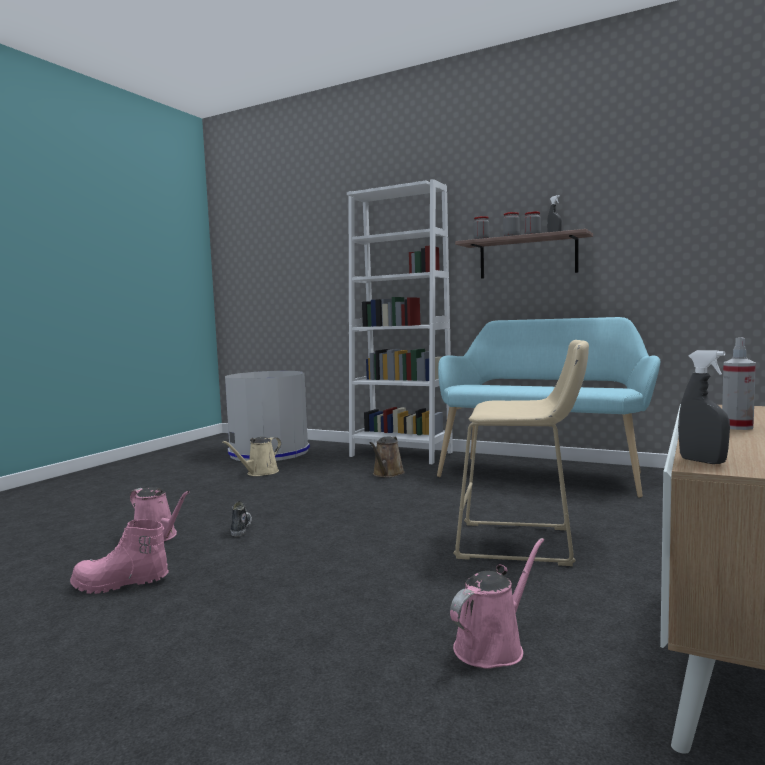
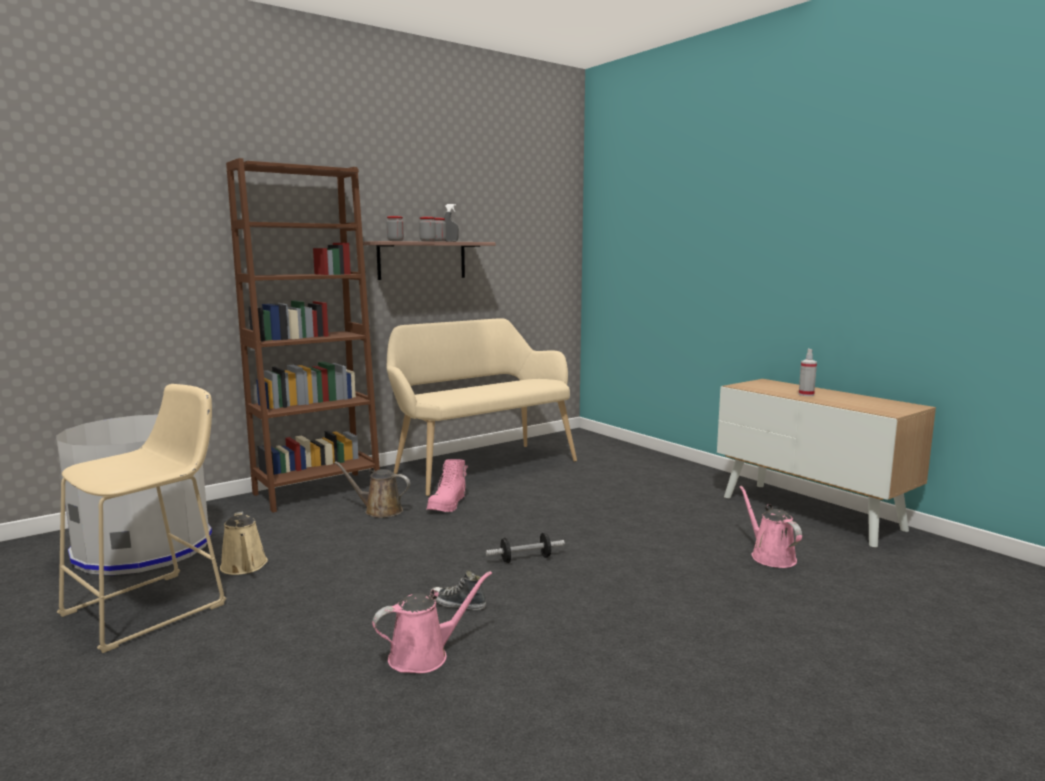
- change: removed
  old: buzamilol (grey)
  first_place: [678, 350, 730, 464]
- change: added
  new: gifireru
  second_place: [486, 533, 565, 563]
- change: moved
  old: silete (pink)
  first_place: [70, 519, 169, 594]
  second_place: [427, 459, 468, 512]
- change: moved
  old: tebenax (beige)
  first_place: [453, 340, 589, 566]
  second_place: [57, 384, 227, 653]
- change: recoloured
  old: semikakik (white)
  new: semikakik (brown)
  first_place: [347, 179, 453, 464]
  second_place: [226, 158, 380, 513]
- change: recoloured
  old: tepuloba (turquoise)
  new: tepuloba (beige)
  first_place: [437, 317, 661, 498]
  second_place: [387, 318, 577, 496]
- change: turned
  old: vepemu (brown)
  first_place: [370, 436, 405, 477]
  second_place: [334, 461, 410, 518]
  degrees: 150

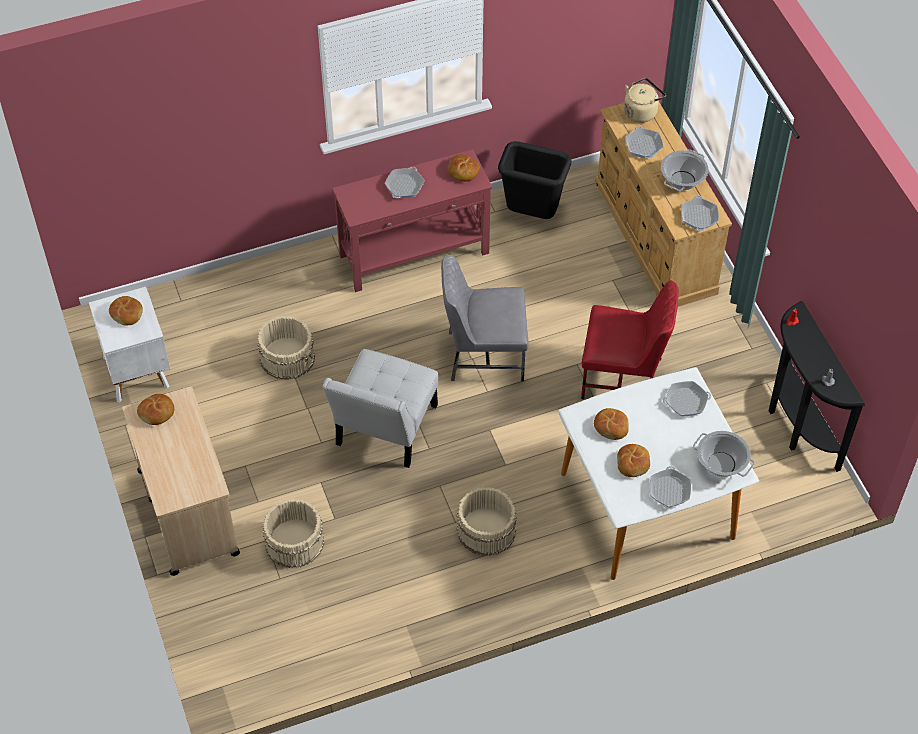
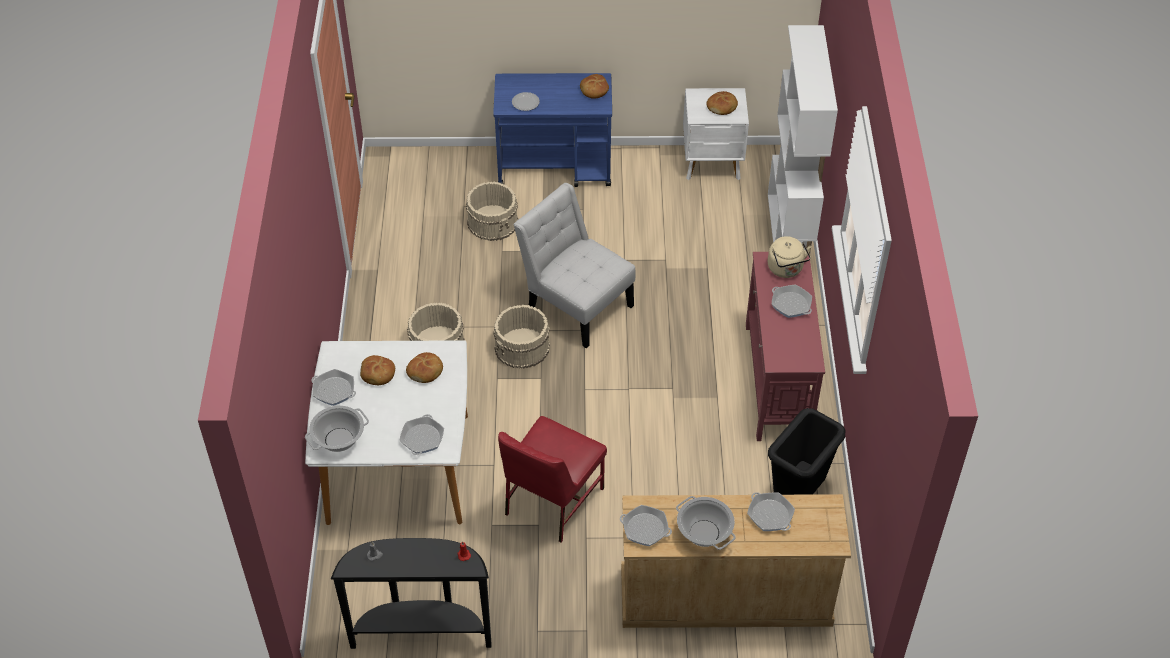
- change: removed
  old: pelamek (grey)
  first_place: [441, 255, 529, 382]
- change: removed
  old: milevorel
  first_place: [448, 154, 480, 181]
- change: added
  new: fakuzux
  second_place: [512, 92, 540, 111]
- change: added
  new: semikakik (white)
  second_place: [768, 25, 838, 254]
- change: moved
  old: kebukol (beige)
  first_place: [257, 316, 315, 380]
  second_place: [493, 305, 550, 369]
- change: moved
  old: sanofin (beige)
  first_place: [624, 78, 666, 123]
  second_place: [768, 236, 812, 278]
- change: recoloured
  old: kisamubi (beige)
  new: kisamubi (blue)
  first_place: [122, 386, 240, 576]
  second_place: [493, 73, 612, 187]
- change: turned
  old: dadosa
  first_place: [625, 126, 664, 159]
  second_place: [747, 492, 795, 531]
  degrees: -135

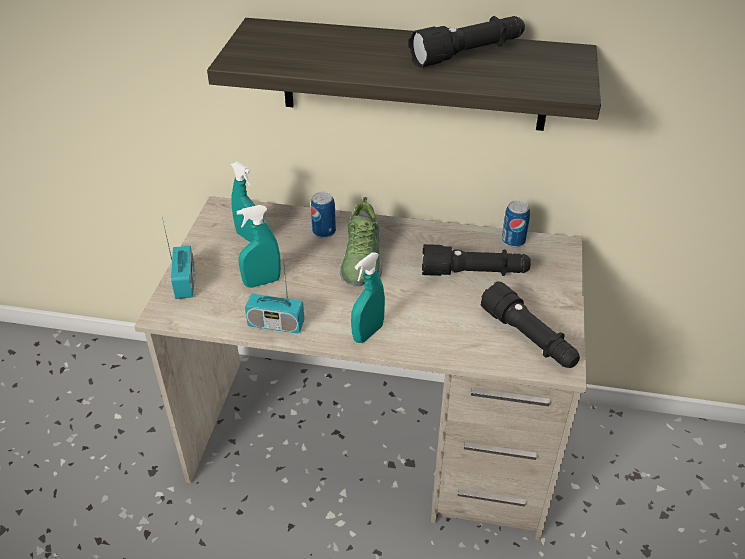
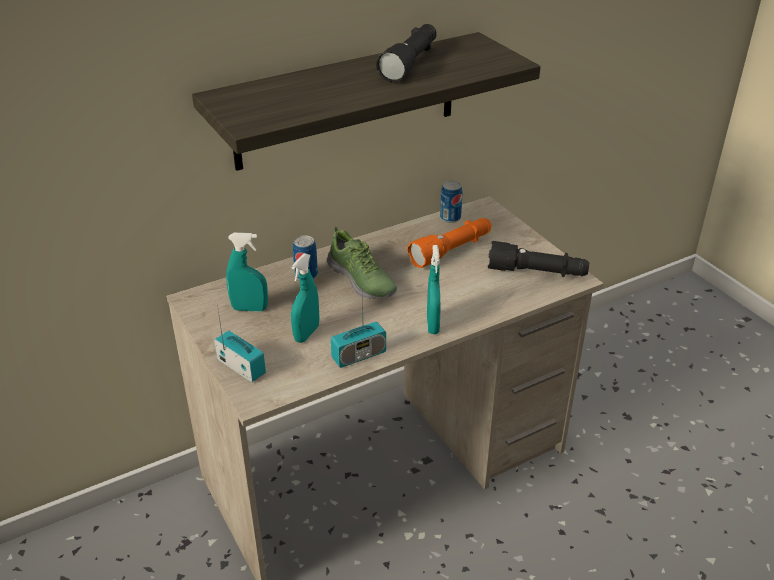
- change: recoloured
  old: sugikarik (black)
  new: sugikarik (orange)
  first_place: [422, 244, 531, 276]
  second_place: [407, 218, 492, 268]

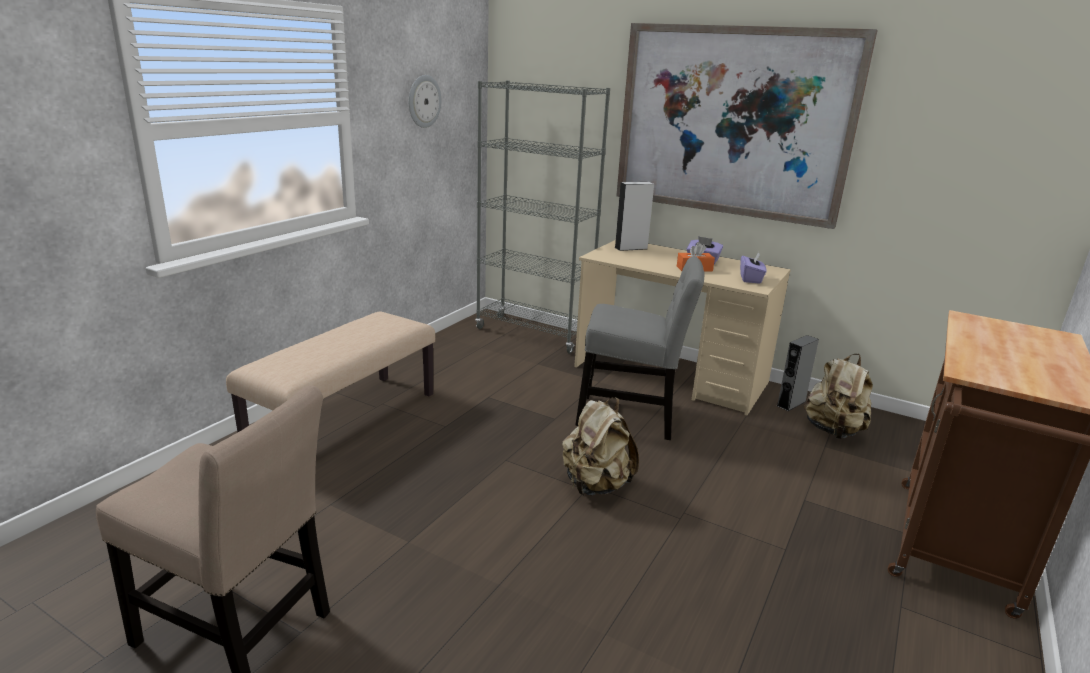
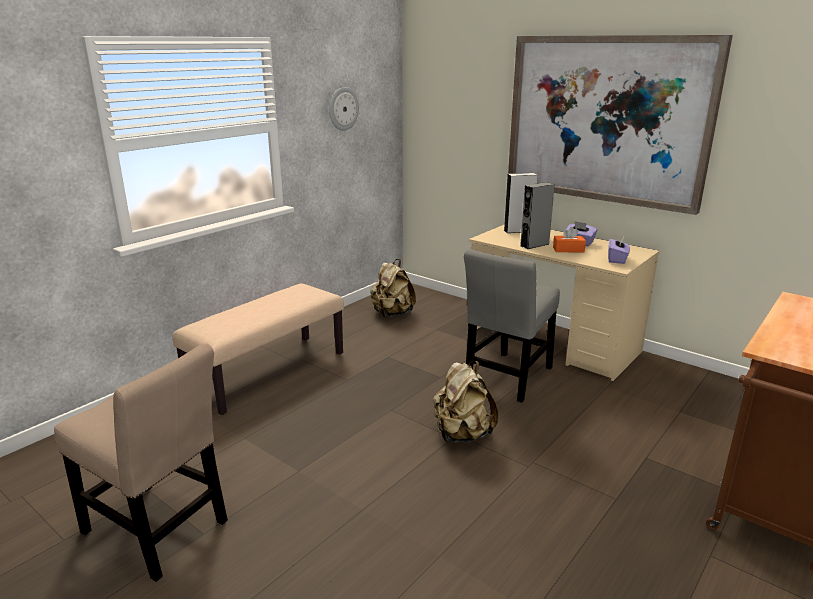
- change: removed
  old: semikakik (grey)
  first_place: [475, 80, 610, 354]
- change: moved
  old: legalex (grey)
  first_place: [777, 335, 819, 411]
  second_place: [520, 182, 555, 249]
- change: moved
  old: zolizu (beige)
  first_place: [804, 354, 873, 439]
  second_place: [370, 259, 416, 317]
- change: turned
  old: pelamek (grey)
  first_place: [576, 256, 705, 440]
  second_place: [464, 249, 560, 403]
  degrees: 105

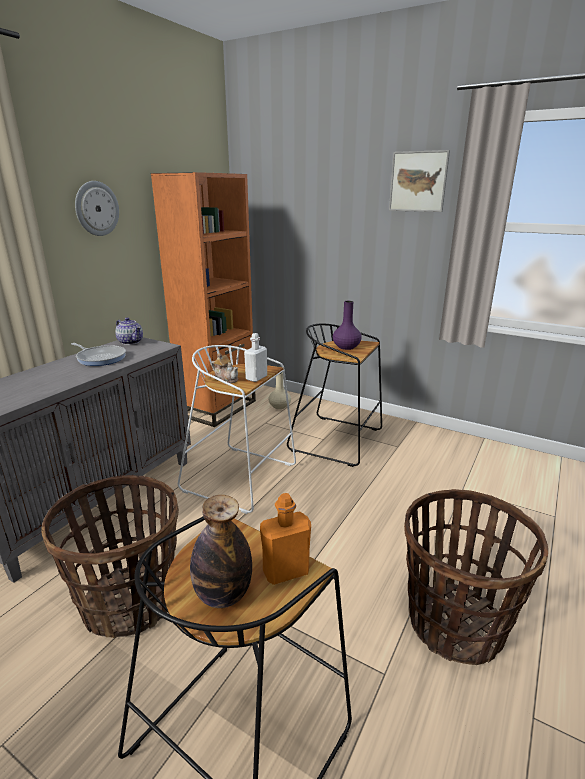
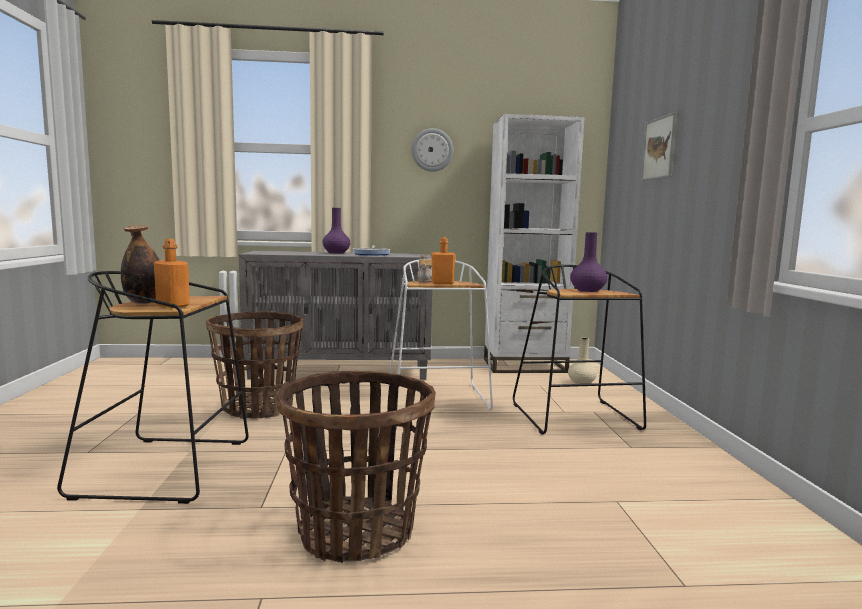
- change: removed
  old: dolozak
  first_place: [115, 317, 143, 345]
- change: added
  new: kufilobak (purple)
  second_place: [322, 208, 350, 253]
- change: moved
  old: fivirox
  first_place: [389, 150, 450, 212]
  second_place: [641, 112, 677, 181]
- change: recoloured
  old: semikakik (orange)
  new: semikakik (white)
  first_place: [151, 172, 256, 427]
  second_place: [484, 114, 585, 373]
- change: recoloured
  old: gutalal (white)
  new: gutalal (orange)
  first_place: [244, 333, 267, 382]
  second_place: [431, 237, 456, 284]

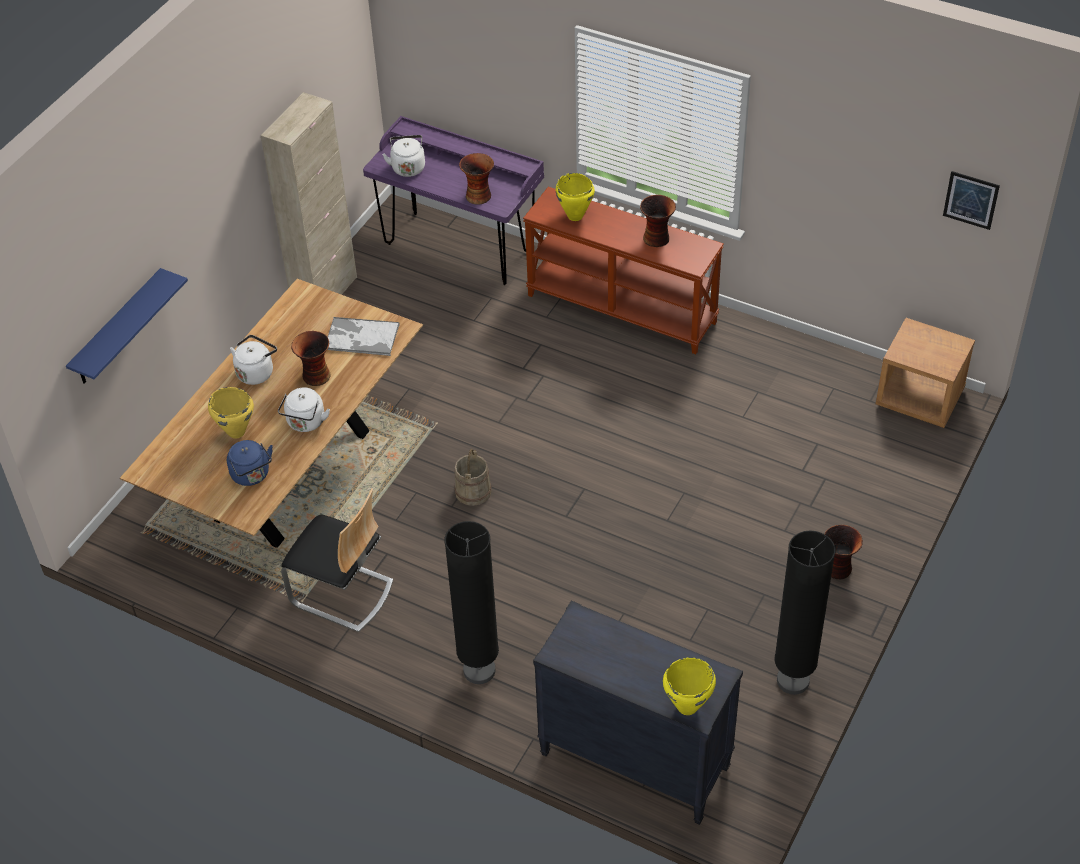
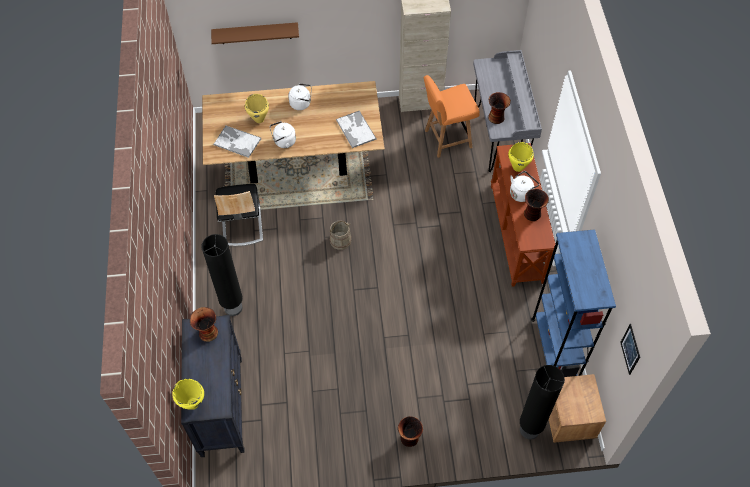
- change: added
  new: pelamek (orange)
  second_place: [424, 75, 480, 158]
- change: added
  new: semikakik (blue)
  second_place: [531, 229, 616, 377]
- change: moved
  old: kufilobak
  first_place: [291, 331, 331, 386]
  second_place: [190, 307, 218, 342]
- change: moved
  old: sanofin (white)
  first_place: [382, 135, 425, 177]
  second_place: [510, 171, 539, 202]
- change: moved
  old: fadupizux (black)
  first_place: [774, 531, 835, 695]
  second_place: [520, 365, 565, 440]
- change: replaced
  old: sanofin (blue)
  new: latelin
  first_place: [227, 440, 273, 486]
  second_place: [213, 126, 261, 158]
- change: recoloured
  old: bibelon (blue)
  new: bibelon (brown)
  first_place: [66, 268, 188, 384]
  second_place: [211, 22, 299, 44]
- change: recoloured
  old: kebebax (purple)
  new: kebebax (grey)
  first_place: [363, 116, 544, 285]
  second_place: [473, 50, 542, 172]

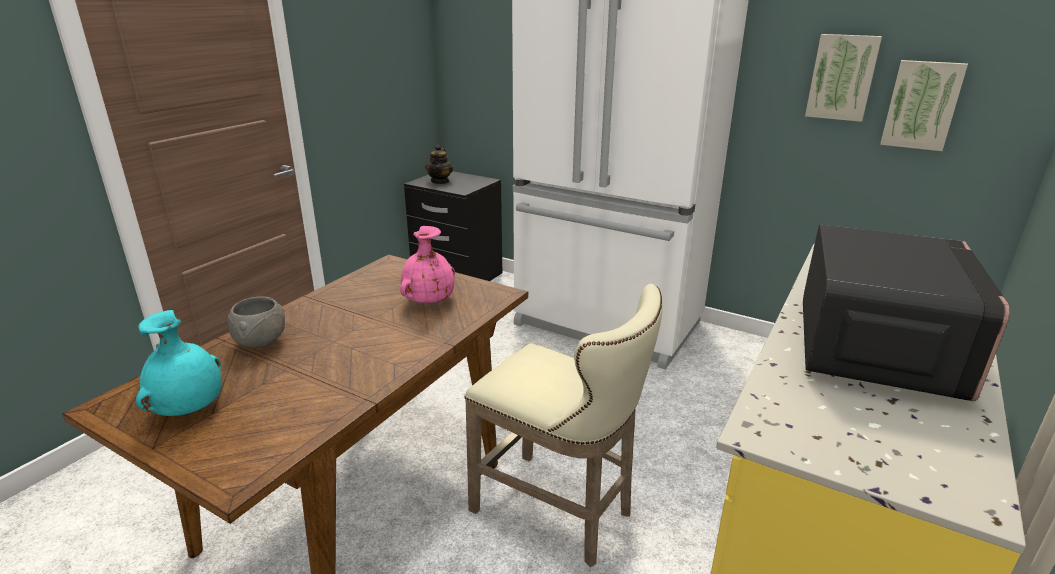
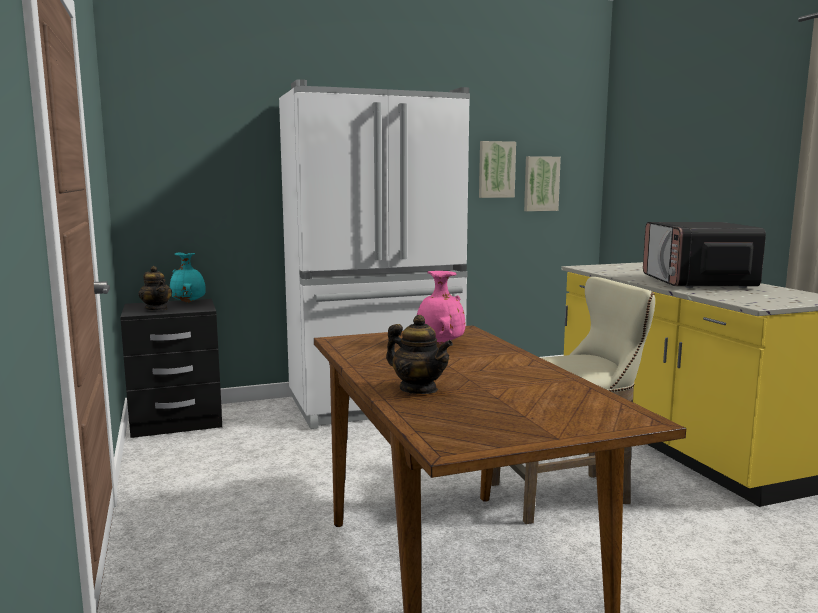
- change: moved
  old: kufilobak (turquoise)
  first_place: [136, 310, 221, 416]
  second_place: [170, 252, 206, 303]
- change: replaced
  old: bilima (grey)
  new: dolozak
  first_place: [228, 296, 285, 348]
  second_place: [386, 315, 453, 394]
- change: turned
  old: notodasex
  first_place: [803, 225, 1010, 402]
  second_place: [643, 222, 766, 288]
  degrees: -150

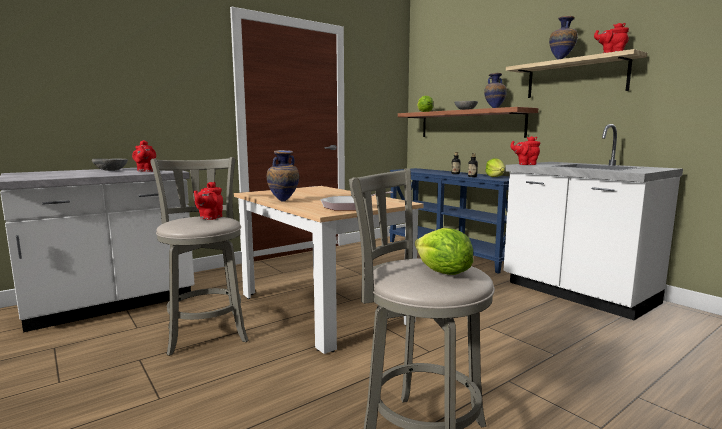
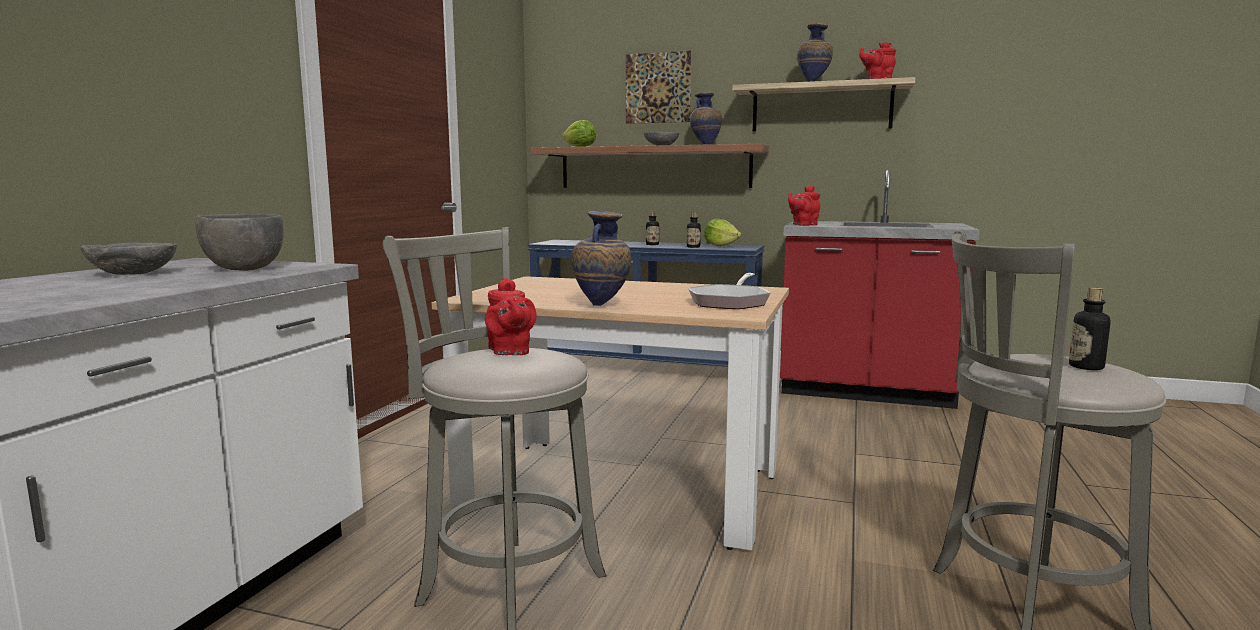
- change: added
  new: fivirox
  second_place: [626, 51, 691, 124]
- change: replaced
  old: dolozak (red)
  new: bilima (grey)
  first_place: [132, 140, 156, 172]
  second_place: [196, 213, 284, 271]
- change: replaced
  old: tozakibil
  new: gutalal
  first_place: [415, 228, 474, 275]
  second_place: [1069, 287, 1110, 370]
- change: recoloured
  old: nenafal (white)
  new: nenafal (red)
  first_place: [504, 124, 683, 320]
  second_place: [780, 170, 980, 409]

